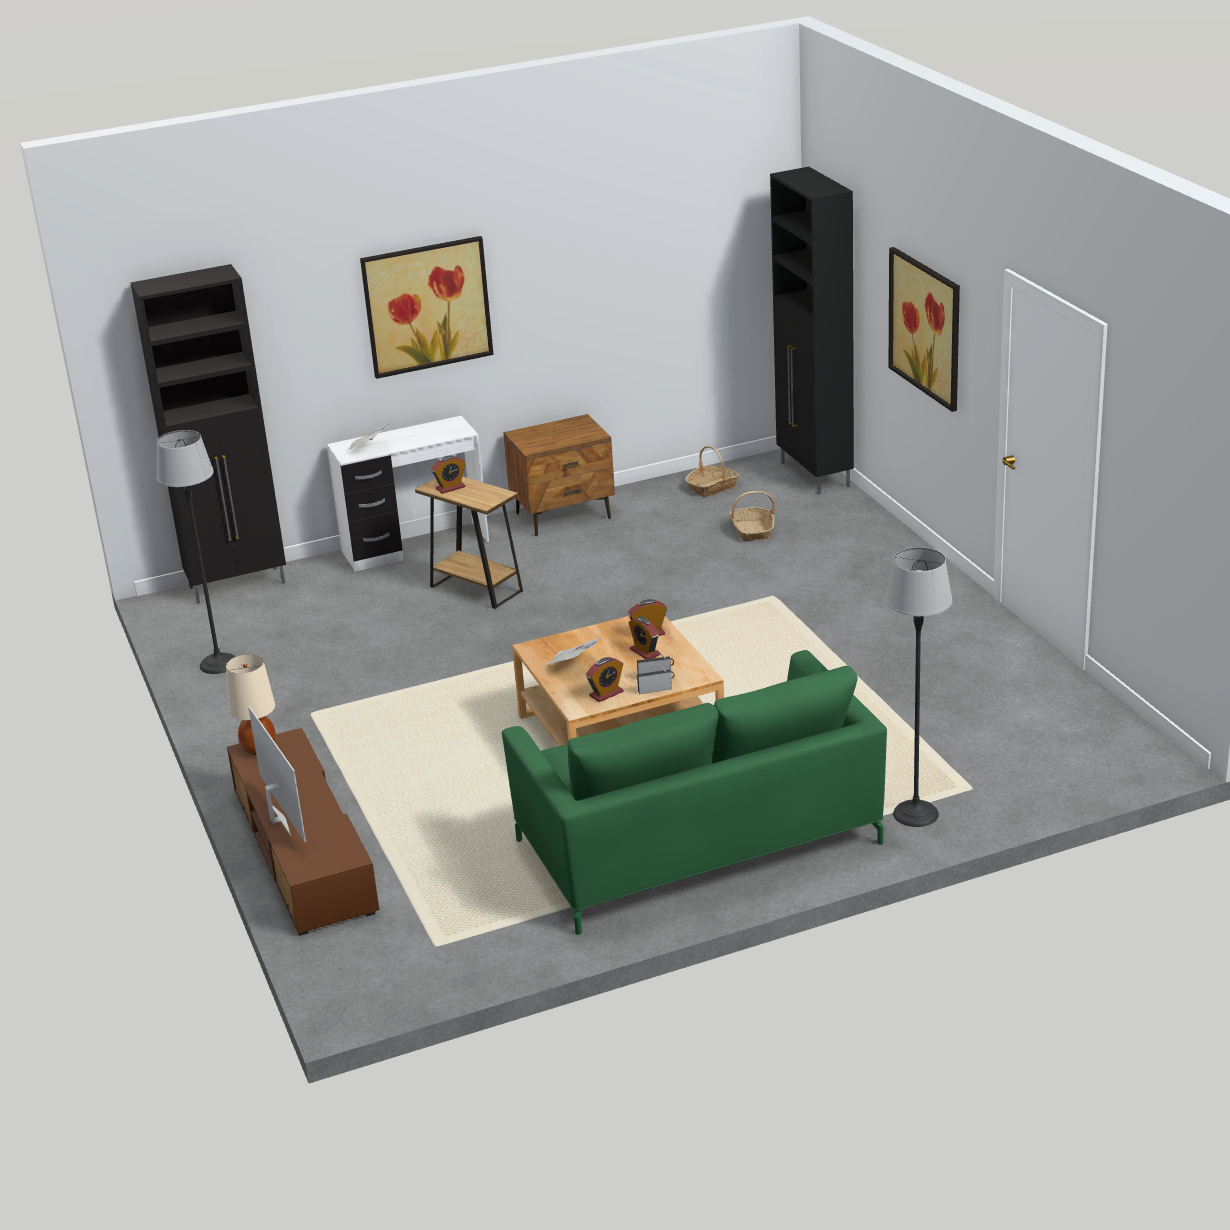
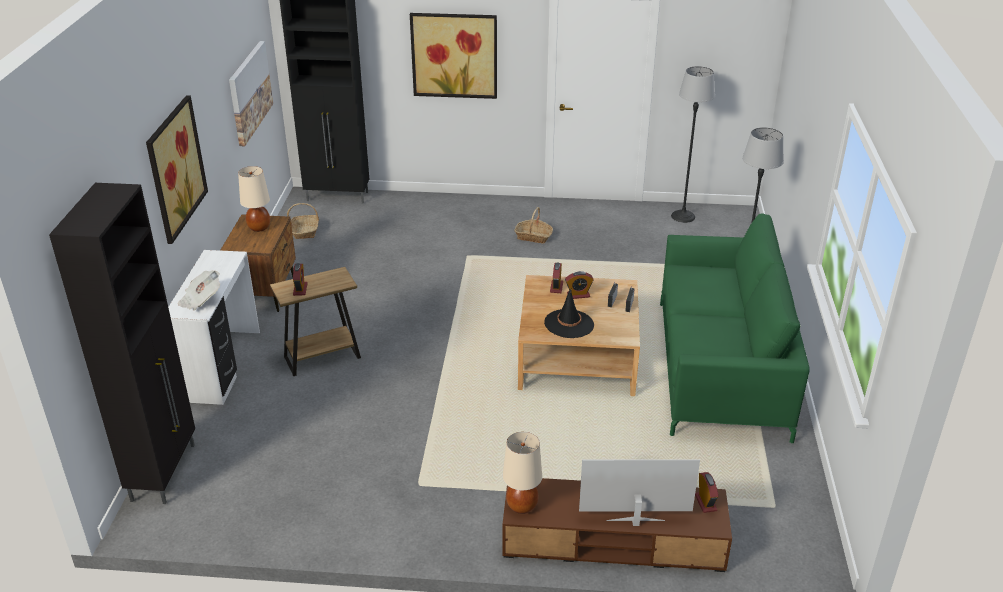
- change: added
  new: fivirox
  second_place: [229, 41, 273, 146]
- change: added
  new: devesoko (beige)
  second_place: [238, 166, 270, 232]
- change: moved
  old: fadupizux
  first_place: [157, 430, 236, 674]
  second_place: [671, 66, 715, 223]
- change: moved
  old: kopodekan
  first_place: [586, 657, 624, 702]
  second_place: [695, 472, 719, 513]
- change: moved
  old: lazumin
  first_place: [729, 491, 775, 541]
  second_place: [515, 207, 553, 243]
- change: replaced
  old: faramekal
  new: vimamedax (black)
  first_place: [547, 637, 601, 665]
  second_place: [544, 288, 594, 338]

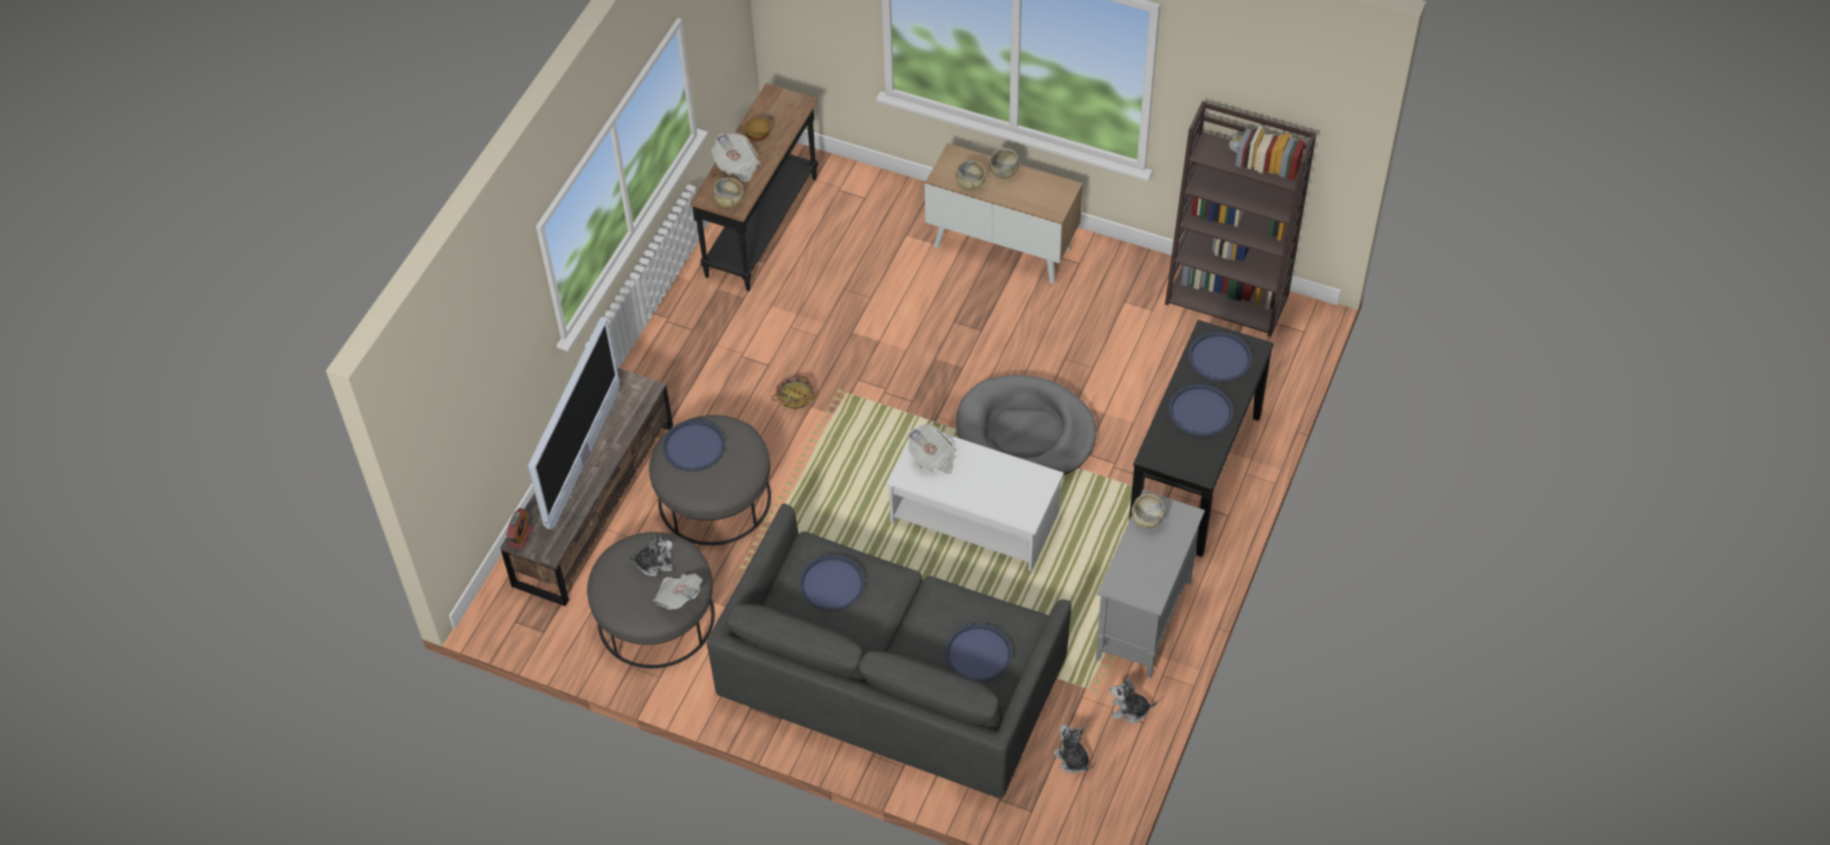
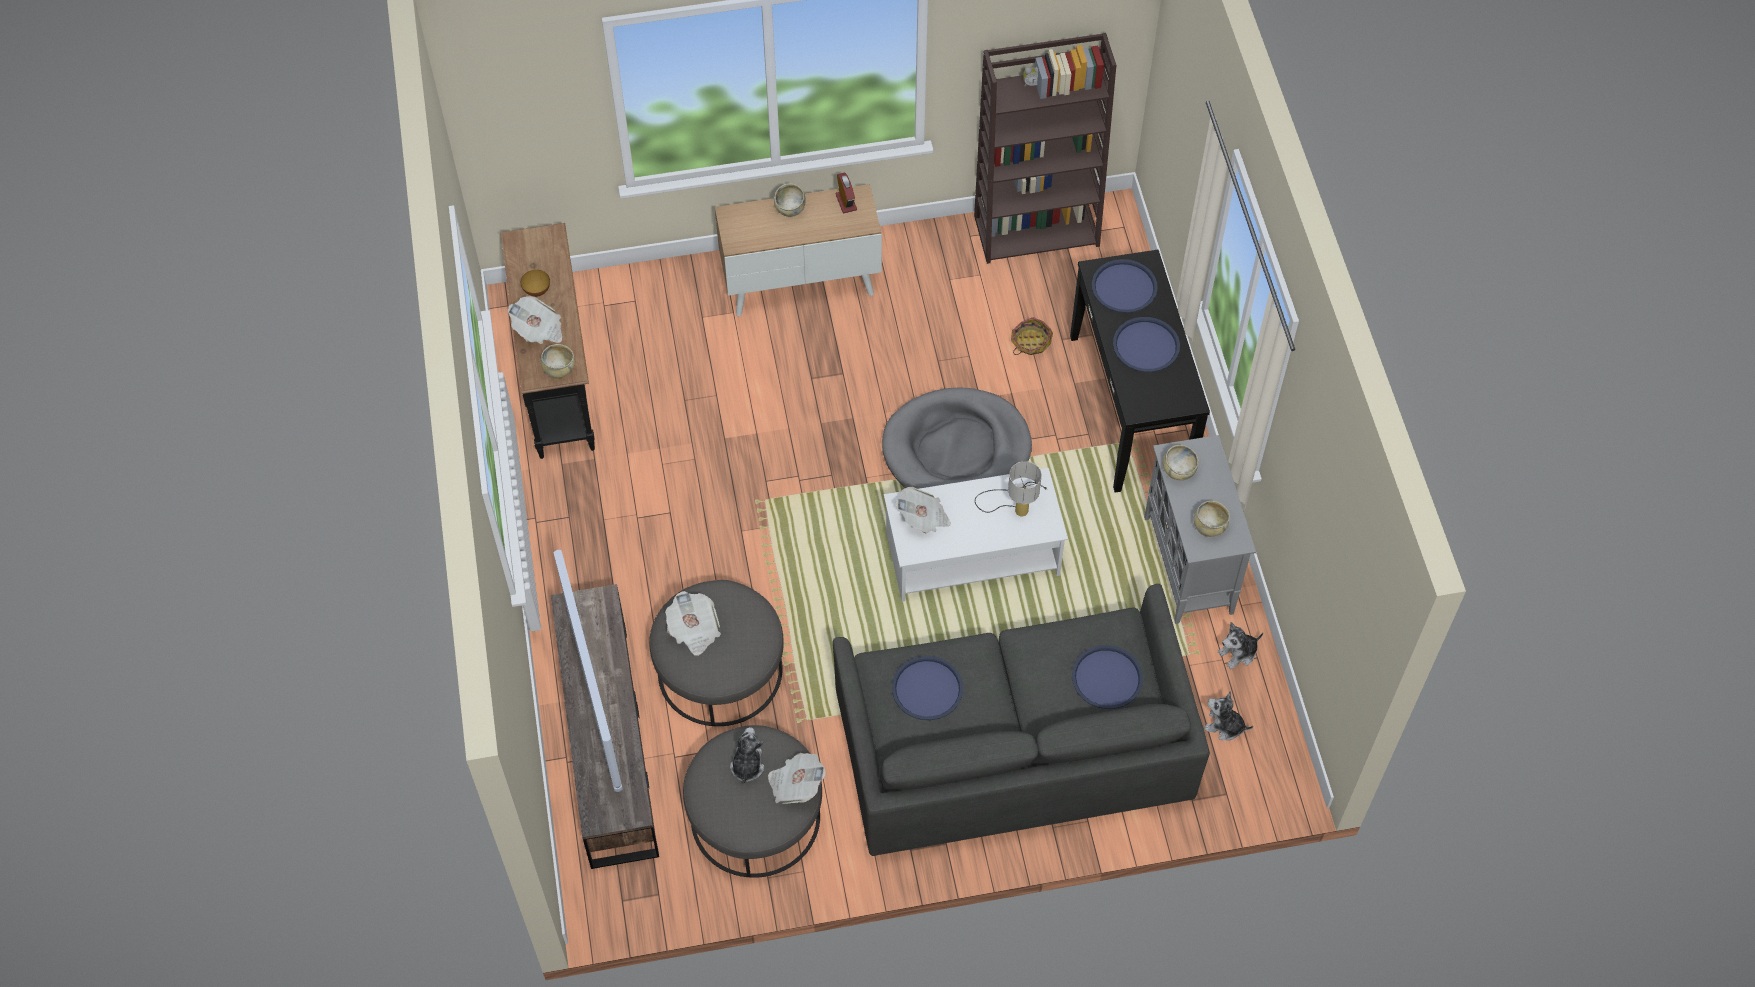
- change: added
  new: devesoko
  second_place: [975, 461, 1047, 517]
- change: moved
  old: kopodekan
  first_place: [506, 508, 532, 549]
  second_place: [835, 172, 857, 213]
- change: moved
  old: lazumin
  first_place: [772, 376, 815, 409]
  second_place: [1011, 317, 1053, 355]
- change: moved
  old: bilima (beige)
  first_place: [956, 161, 986, 191]
  second_place: [1194, 501, 1230, 537]
- change: replaced
  old: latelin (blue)
  new: faramekal
  first_place: [662, 420, 726, 471]
  second_place: [665, 591, 721, 656]
- change: turned
  old: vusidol
  first_place: [627, 533, 673, 576]
  second_place: [730, 727, 764, 784]
  degrees: -45

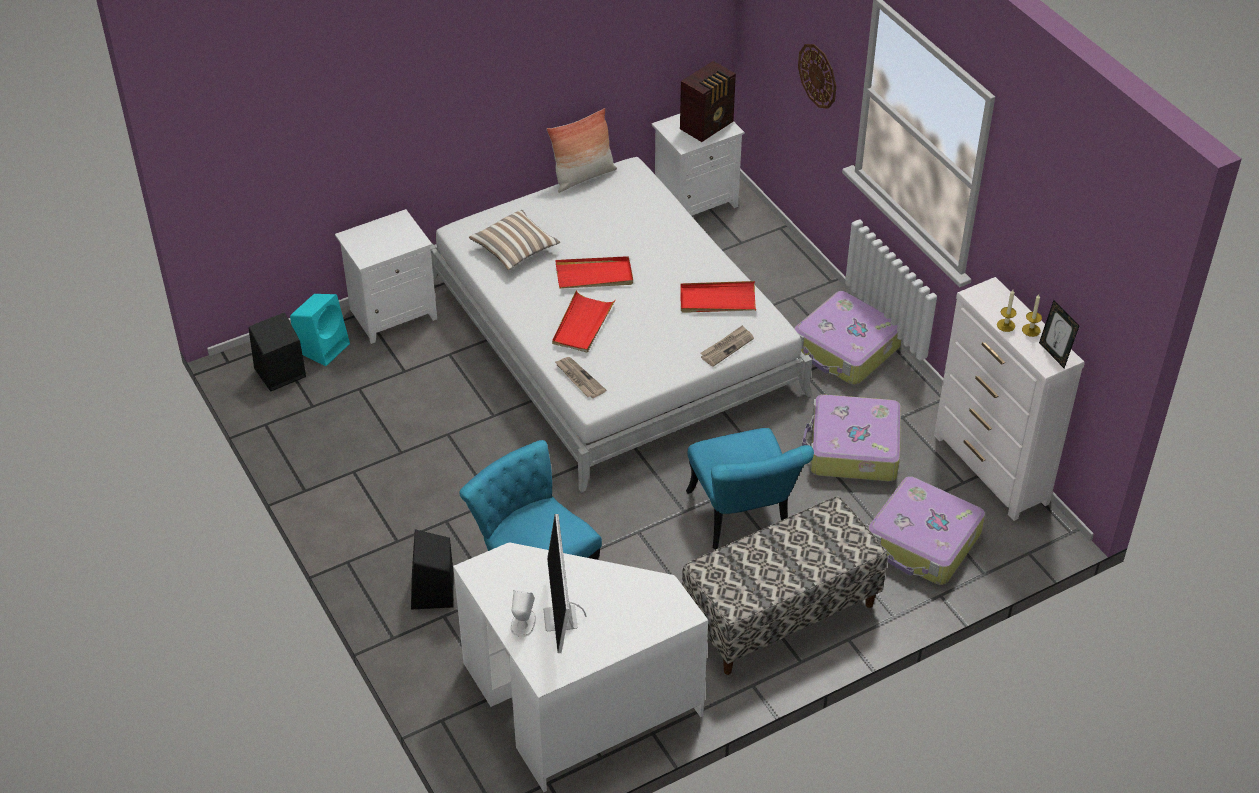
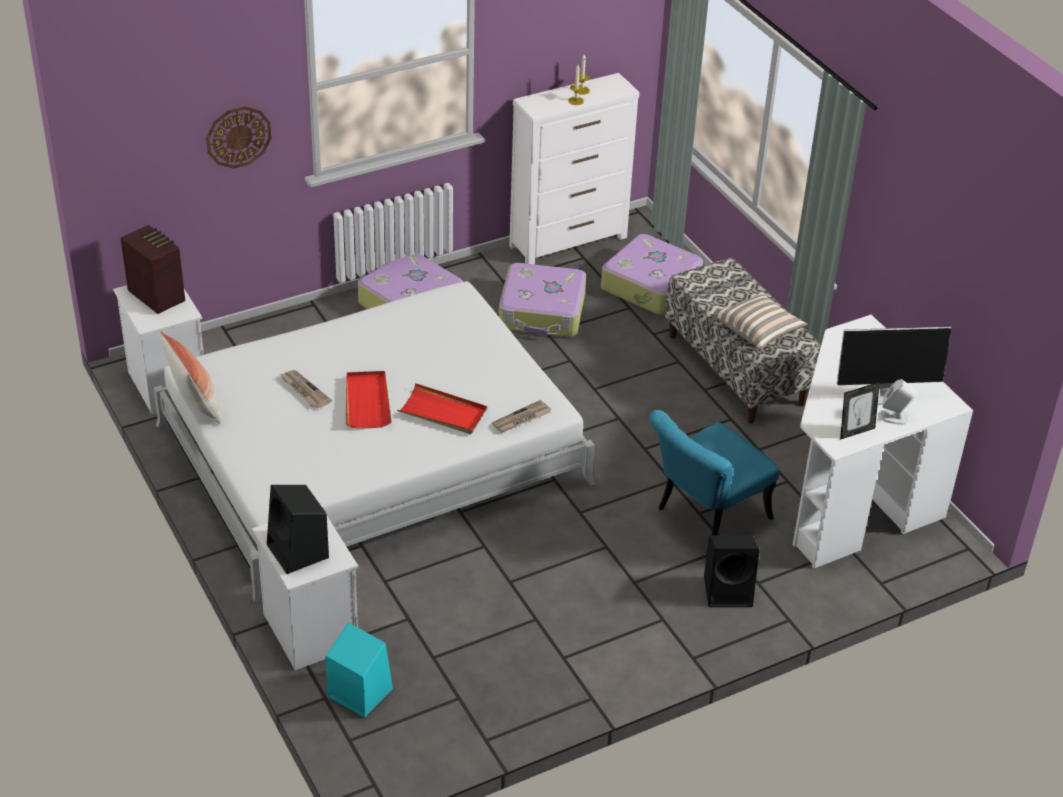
- change: removed
  old: latelin (red)
  first_place: [680, 281, 756, 313]
- change: removed
  old: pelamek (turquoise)
  first_place: [686, 428, 814, 549]
- change: moved
  old: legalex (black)
  first_place: [249, 313, 306, 391]
  second_place: [267, 485, 329, 574]
- change: moved
  old: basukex
  first_place: [469, 210, 560, 270]
  second_place: [713, 291, 807, 350]
- change: moved
  old: faramekal
  first_place: [700, 325, 754, 367]
  second_place: [280, 370, 332, 408]
- change: moved
  old: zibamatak
  first_place: [1039, 300, 1080, 368]
  second_place: [840, 382, 880, 440]

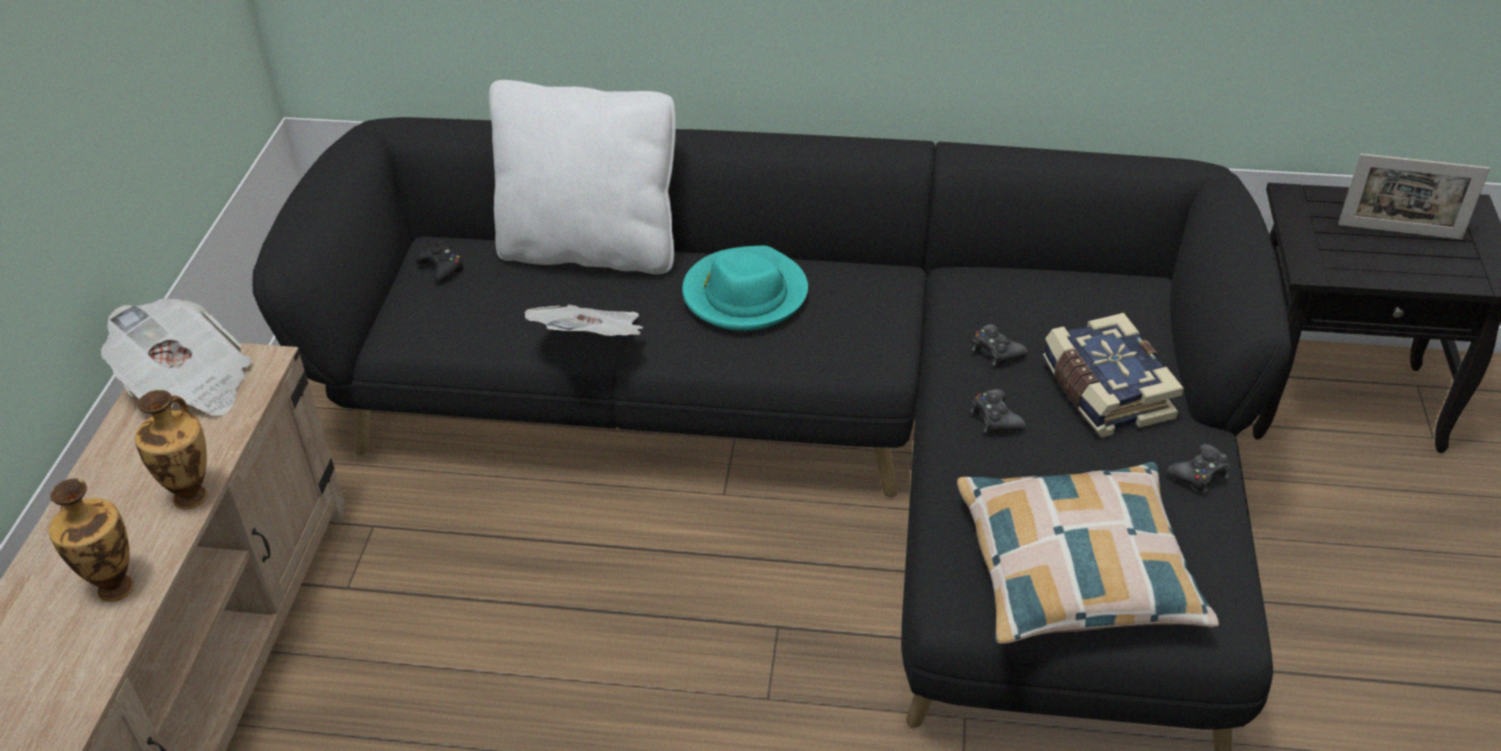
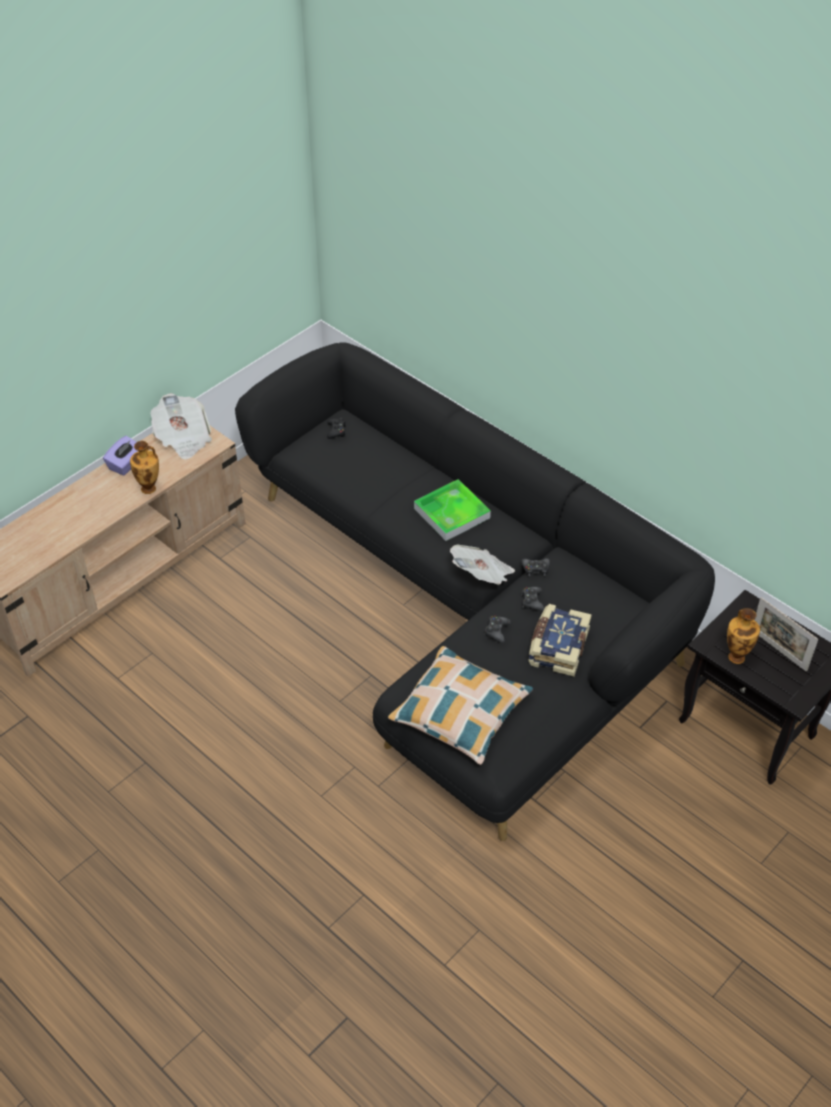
- change: removed
  old: basukex (white)
  first_place: [489, 80, 676, 274]
- change: added
  new: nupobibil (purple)
  second_place: [103, 436, 138, 476]
- change: moved
  old: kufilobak
  first_place: [49, 479, 134, 602]
  second_place: [727, 608, 760, 664]
- change: moved
  old: faramekal
  first_place: [525, 305, 643, 336]
  second_place: [450, 544, 515, 585]
- change: moved
  old: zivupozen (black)
  first_place: [1167, 444, 1231, 493]
  second_place: [522, 558, 550, 577]
- change: replaced
  old: vimamedax (turquoise)
  new: latelin
  first_place: [682, 246, 808, 331]
  second_place: [414, 479, 491, 541]

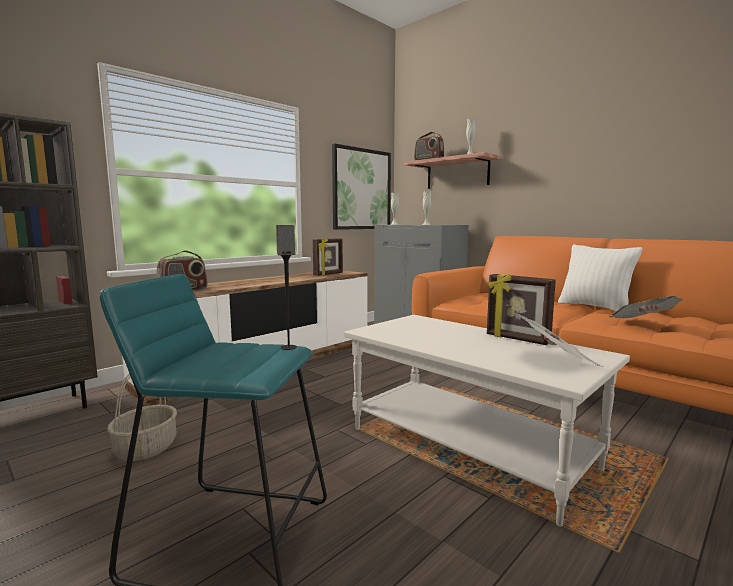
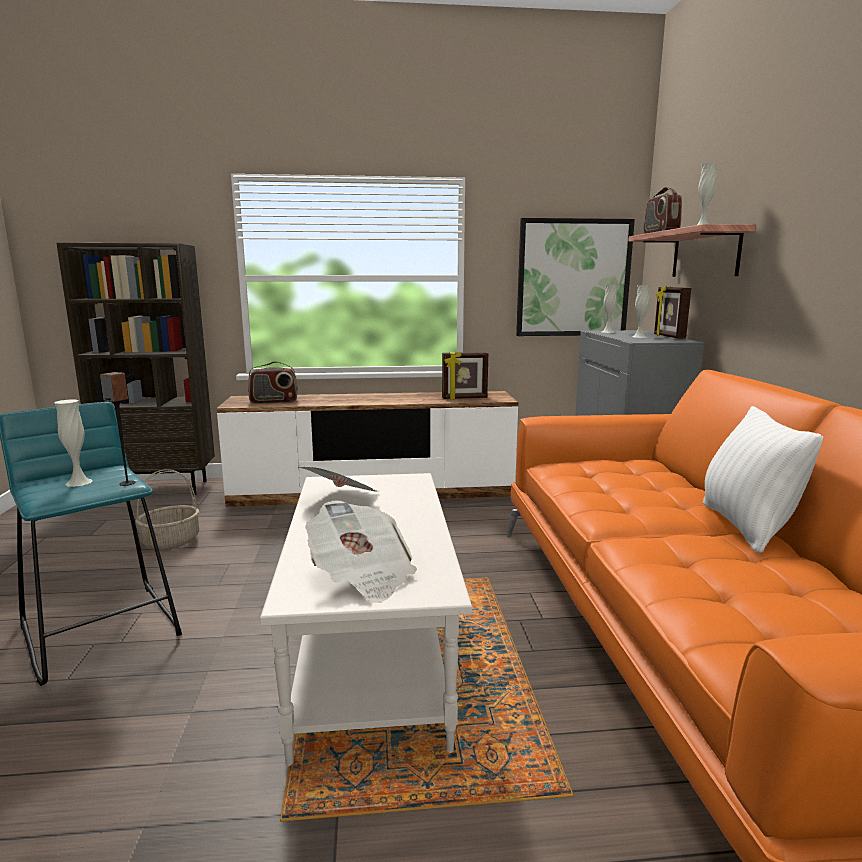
- change: added
  new: kufilobak (white)
  second_place: [54, 399, 93, 487]
- change: moved
  old: zibamatak
  first_place: [487, 274, 556, 345]
  second_place: [654, 285, 691, 338]
- change: moved
  old: faramekal
  first_place: [609, 296, 683, 318]
  second_place: [298, 467, 376, 491]

